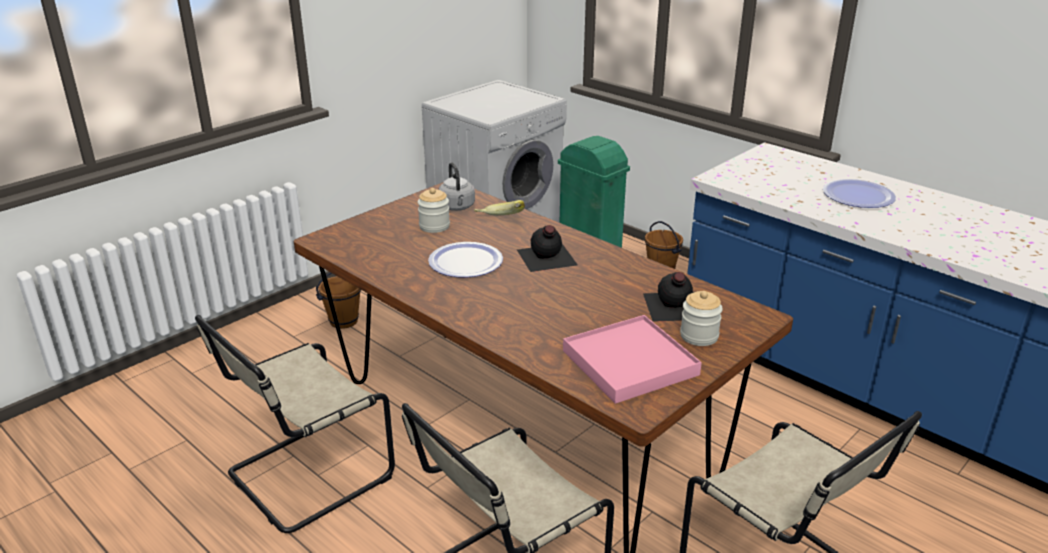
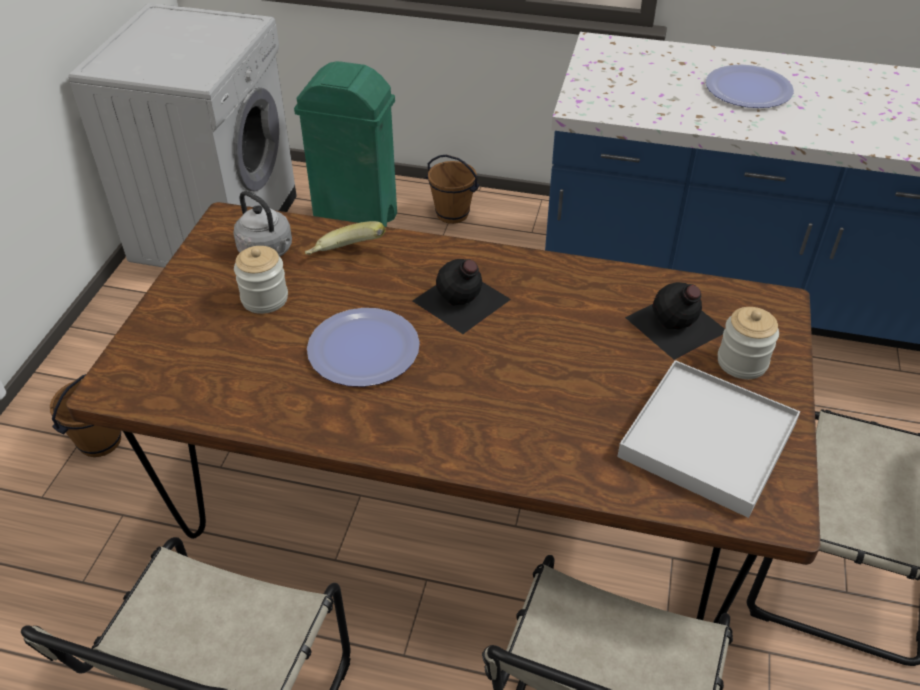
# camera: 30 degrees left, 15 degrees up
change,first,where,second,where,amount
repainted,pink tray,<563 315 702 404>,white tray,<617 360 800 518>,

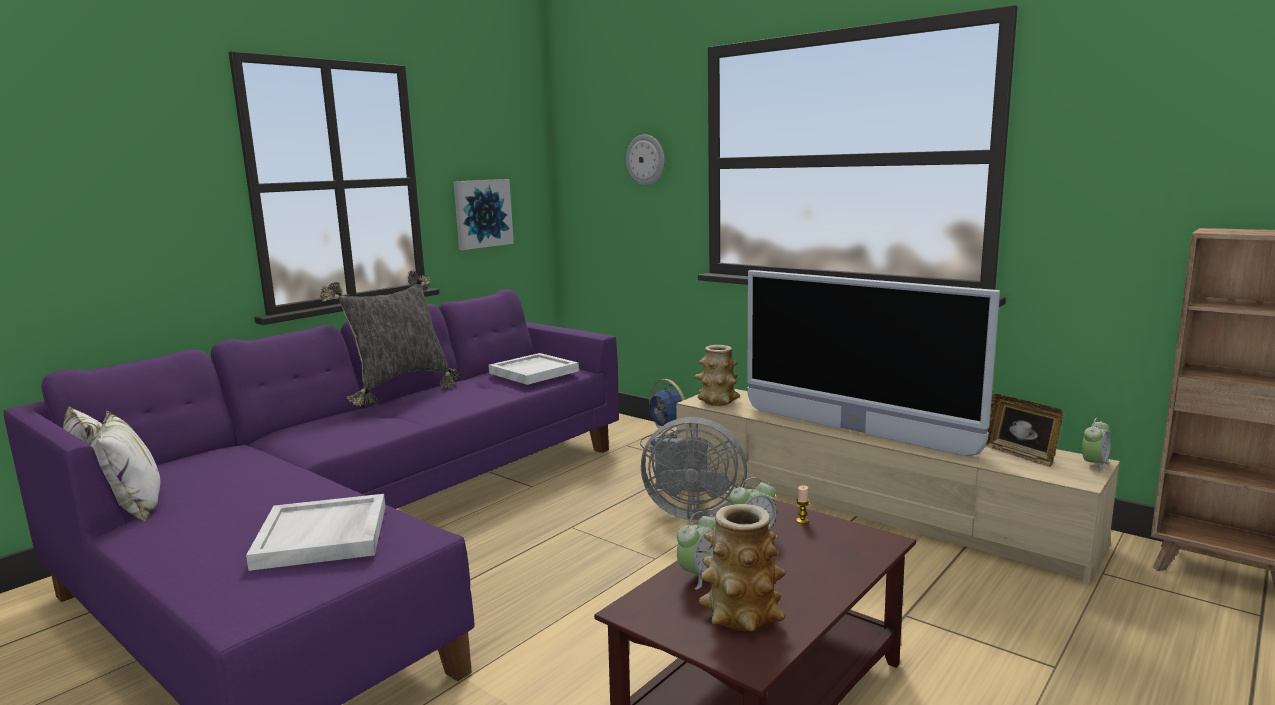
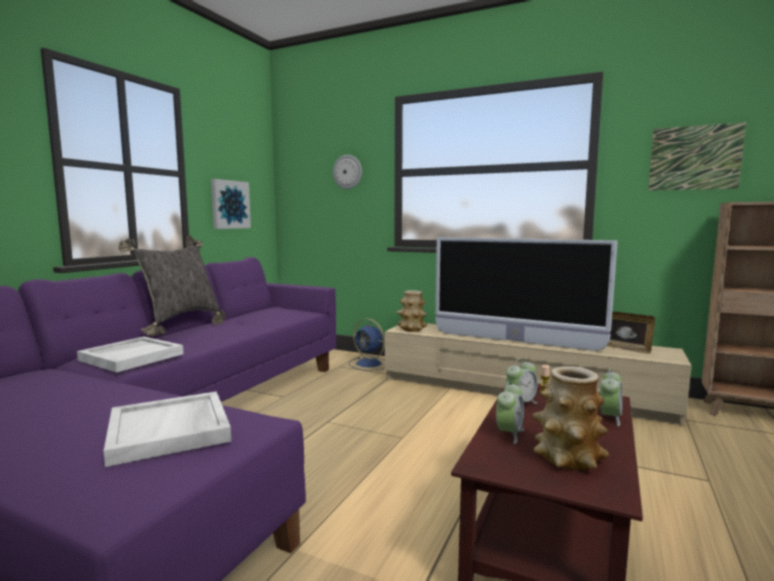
# camera: 15 degrees left, 5 degrees down
change,first,where,second,where,amount
gone,grey fan,<641 417 747 520>,,,
new,,,picture,<648 122 746 191>,
shifted,white tray,<489 353 579 385>,,<77 337 183 372>,
shifted,alarm clock,<1082 418 1111 472>,,<600 368 622 426>,

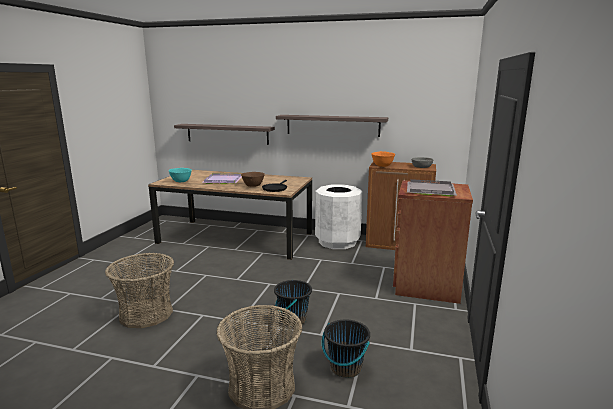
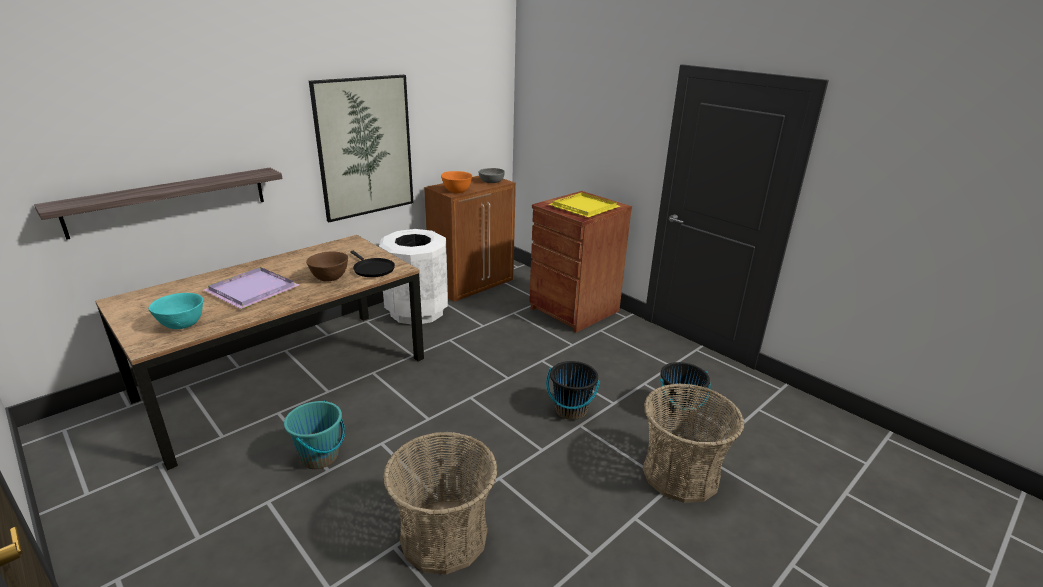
# camera: 60 degrees left, 10 degrees up
change,first,where,second,where,amount
new,,,turquoise bucket,<284 400 345 469>,
swapped,shelf,<276 115 388 137>,picture,<309 75 414 222>,
repainted,grey tray,<407 179 457 197>,yellow tray,<549 192 620 217>,

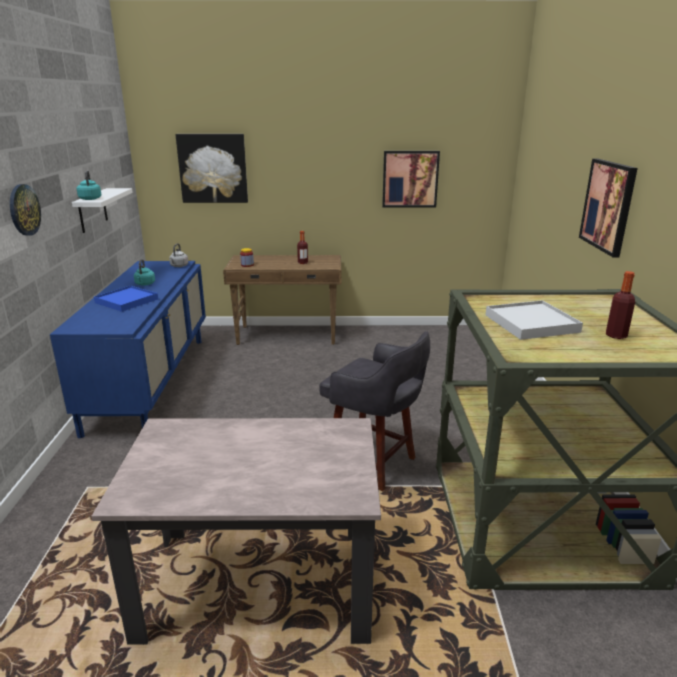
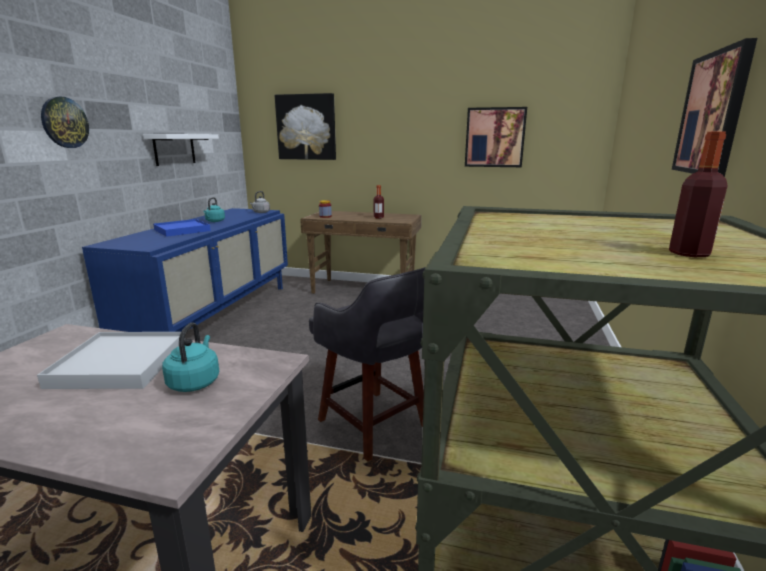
# camera: 15 degrees right, 5 degrees down
change,first,where,second,where,amount
shifted,turquoise kettle,<77 171 102 200>,,<162 323 219 392>,
shifted,white tray,<486 300 583 340>,,<37 332 181 389>,

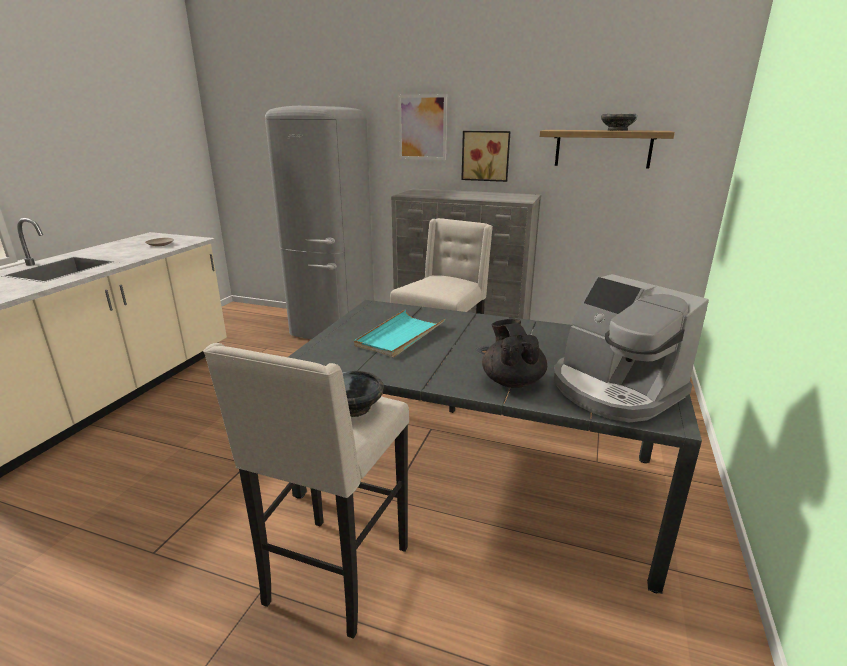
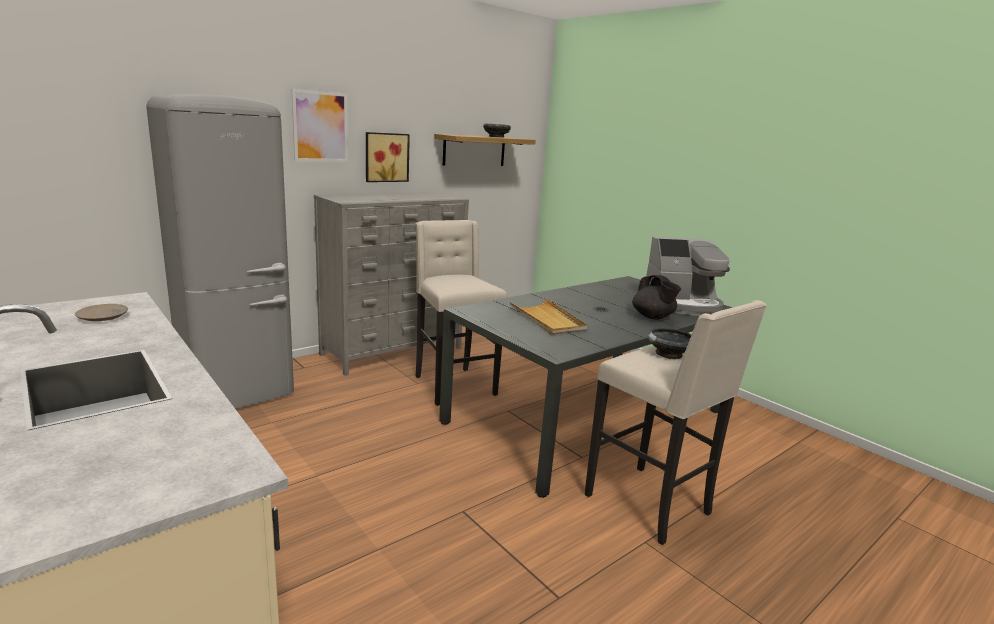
# camera: 60 degrees left, 5 degrees down
change,first,where,second,where,amount
repainted,turquoise tray,<354 310 445 357>,beige tray,<510 299 587 335>,
rotated,black teapot,<482 319 547 388>,,<632 275 681 320>,135 degrees counterclockwise

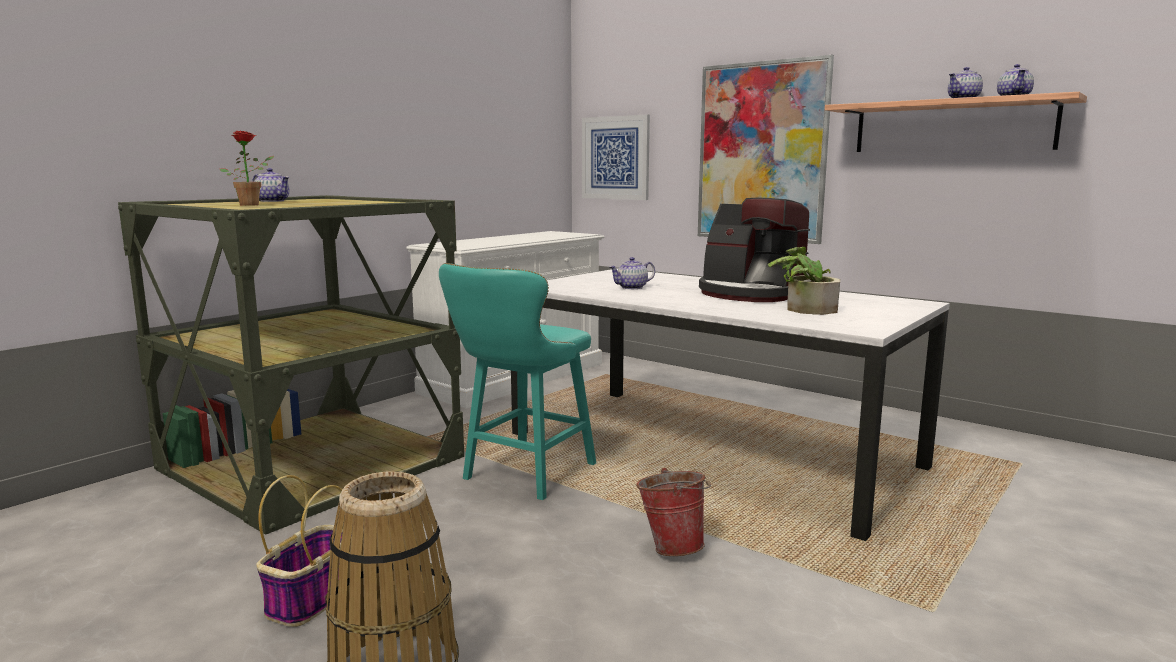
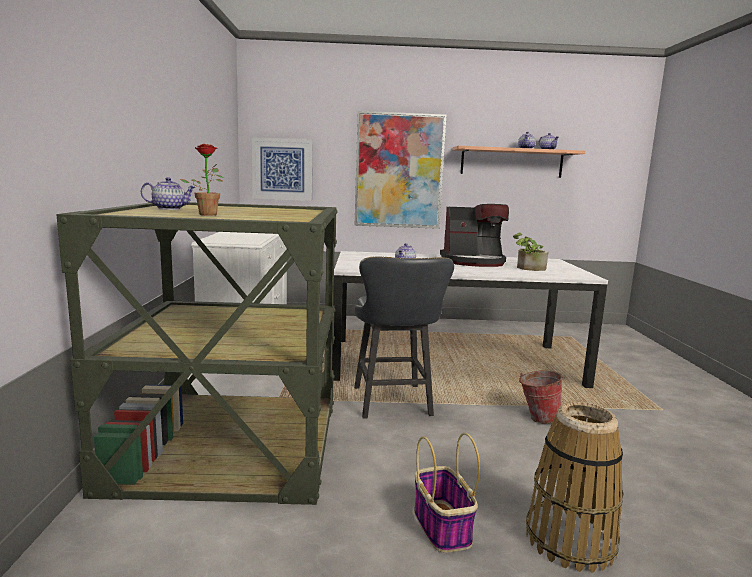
# camera: 40 degrees left, 0 degrees up
change,first,where,second,where,amount
repainted,turquoise stool,<439 263 596 500>,grey stool,<354 257 454 419>,

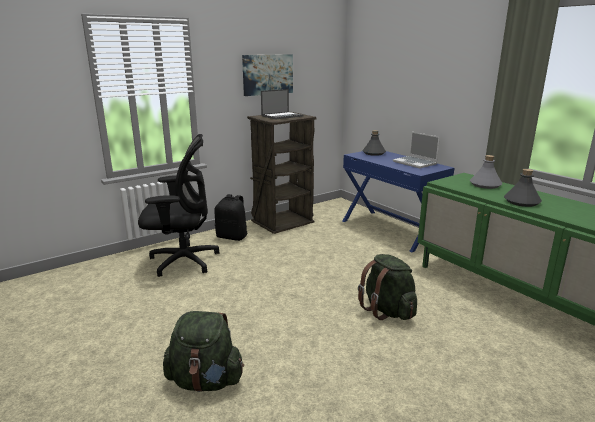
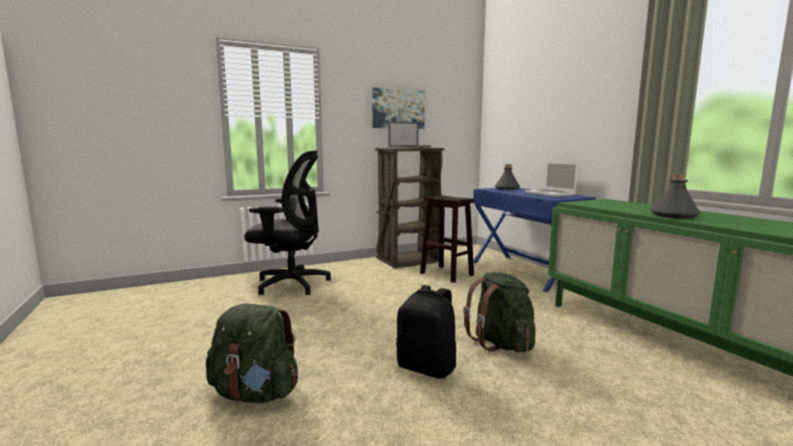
# camera: 10 degrees right, 10 degrees down
change,first,where,second,where,amount
gone,grey bottle,<470 155 502 189>,,,
new,,,brown stool,<420 195 474 283>,
shifted,black backpack,<214 194 247 241>,,<396 285 456 379>,

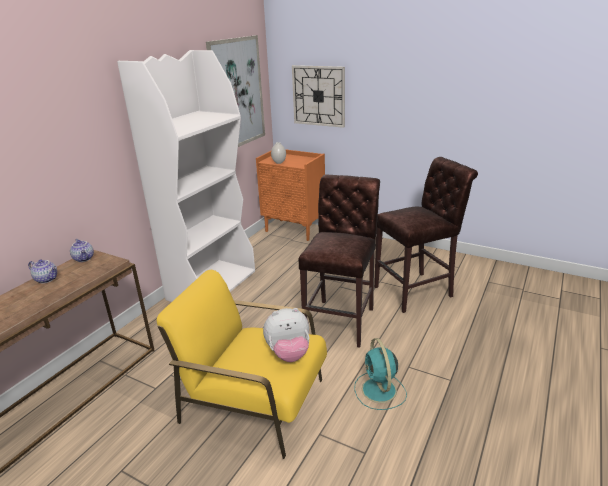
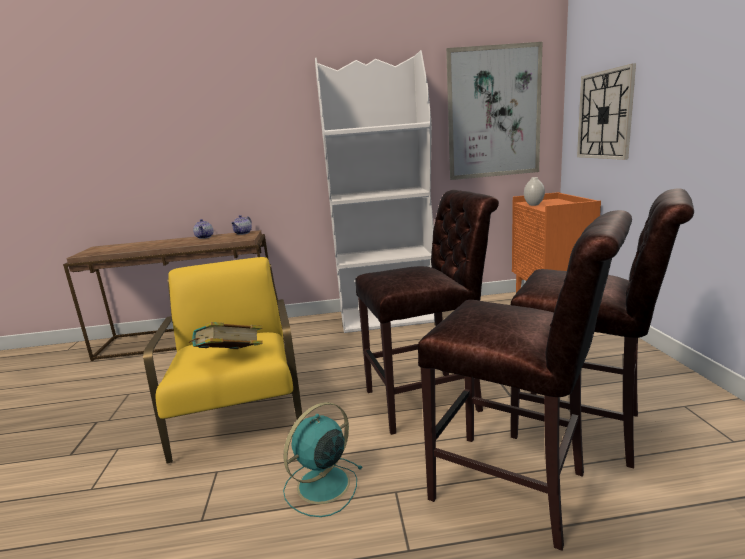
# camera: 55 degrees right, 10 degrees down
change,first,where,second,where,amount
new,,,brown stool,<418 210 632 551>,
swapped,plush toy,<263 308 310 362>,book,<189 322 263 349>,

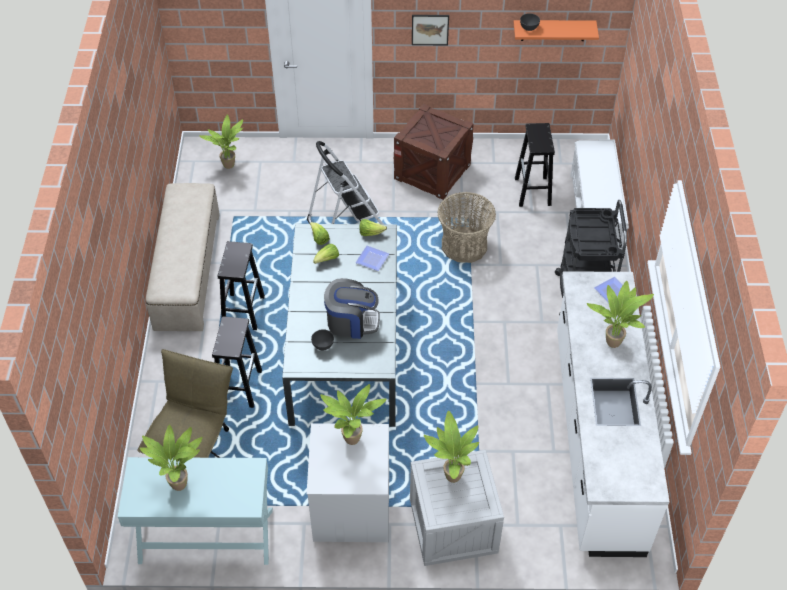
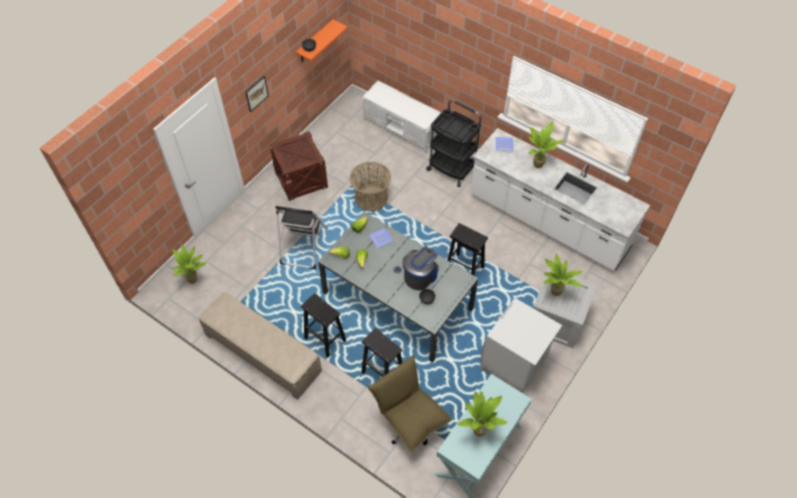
# camera: 55 degrees left, 5 degrees up
change,first,where,second,where,amount
gone,potted plant,<320 384 386 445>,,,
shifted,black stool,<515 123 555 207>,,<448 223 488 276>,

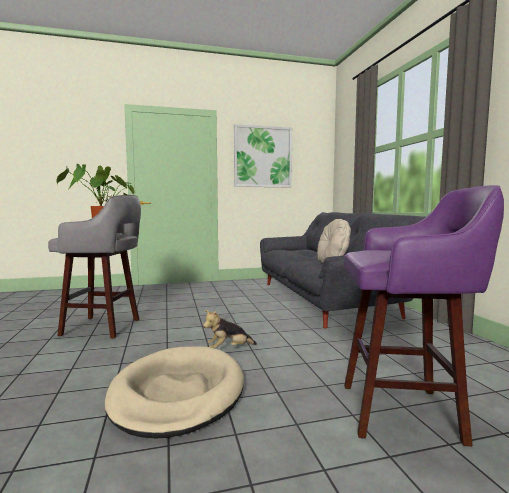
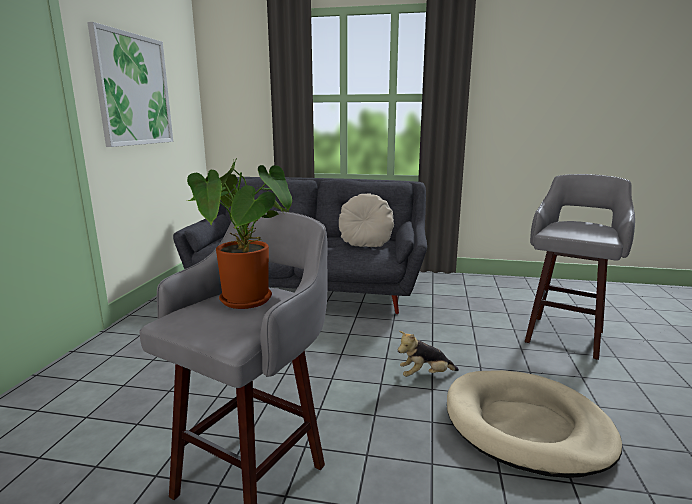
# camera: 65 degrees left, 10 degrees up
change,first,where,second,where,amount
repainted,purple stool,<344 185 504 446>,grey stool,<525 174 635 360>,
rotated,plush toy,<203 310 257 348>,,<398 331 459 377>,75 degrees clockwise

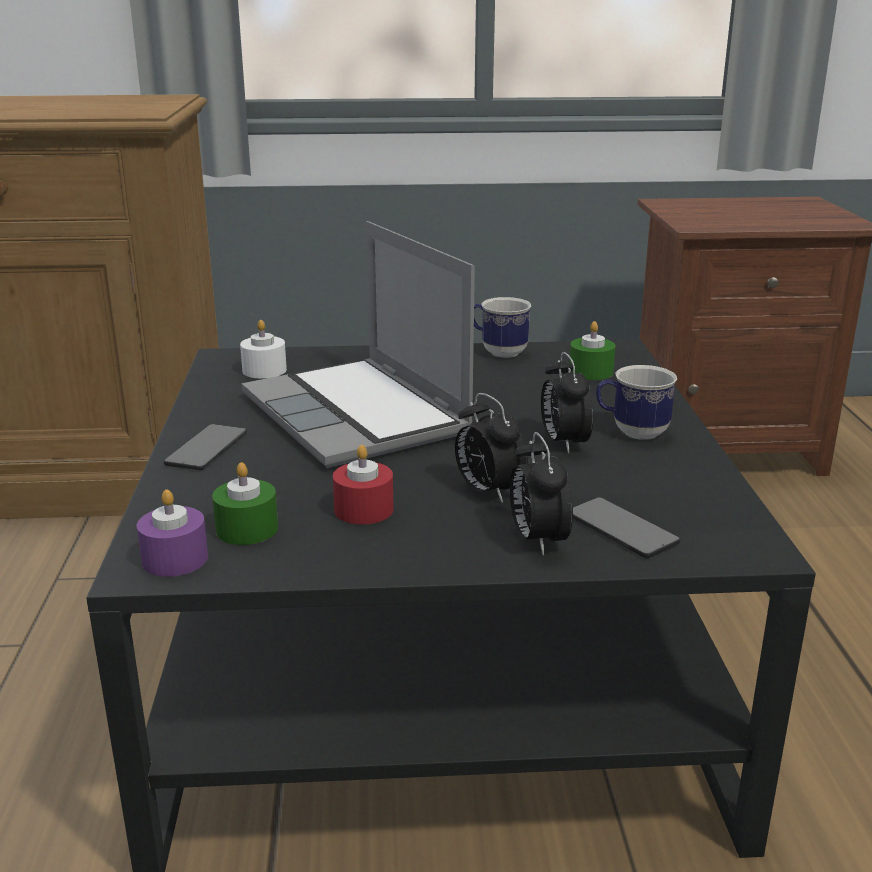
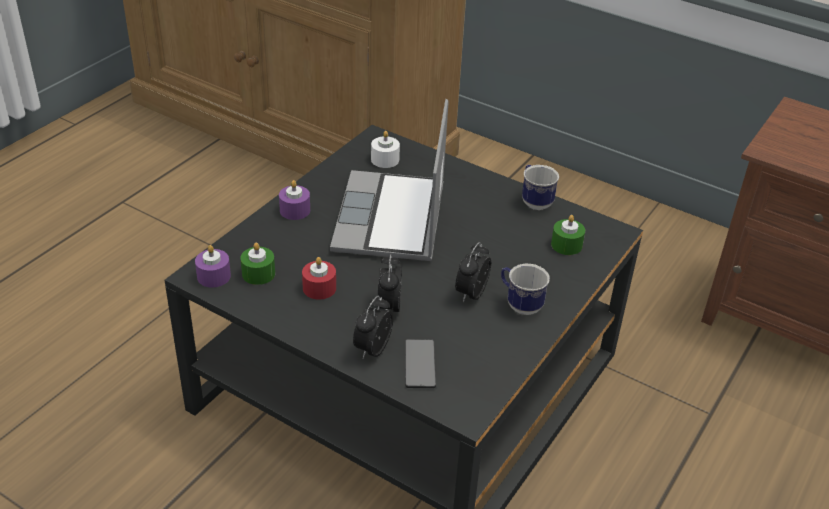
# camera: 35 degrees right, 15 degrees up
change,first,where,second,where,amount
swapped,phone,<164 424 247 470>,purple candle,<279 180 310 220>,

